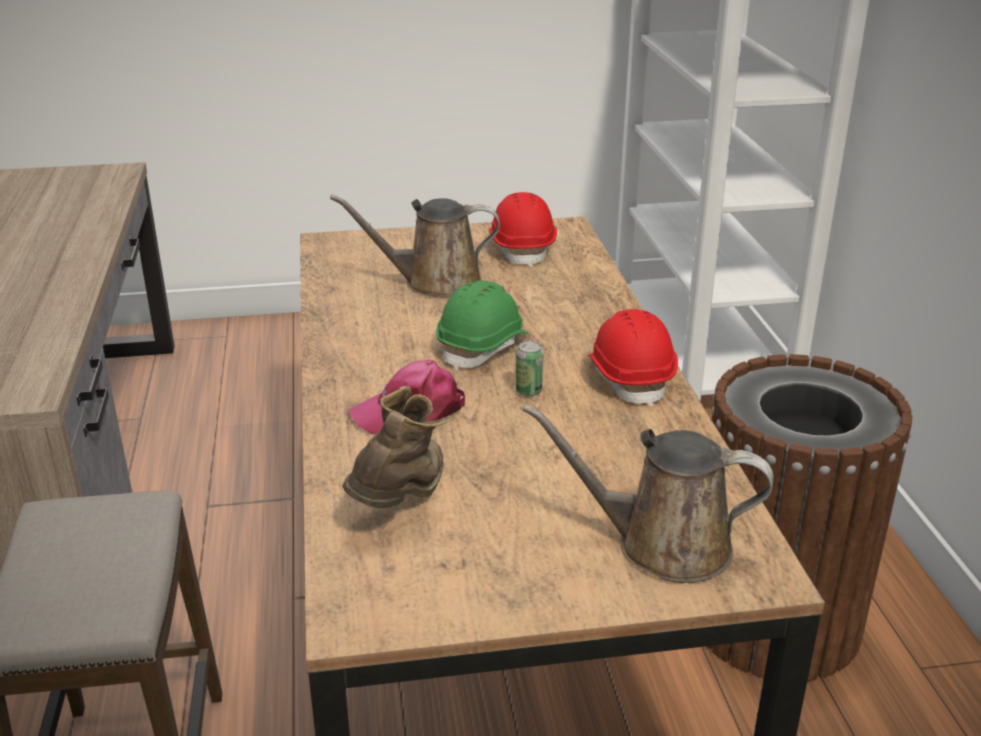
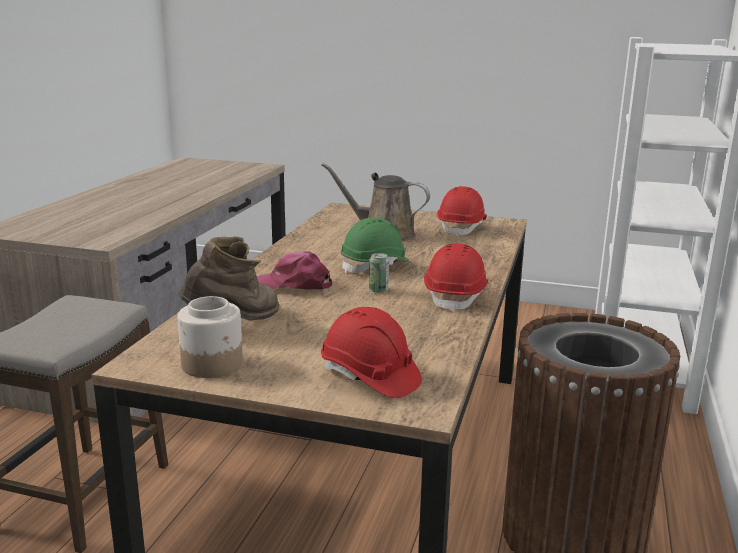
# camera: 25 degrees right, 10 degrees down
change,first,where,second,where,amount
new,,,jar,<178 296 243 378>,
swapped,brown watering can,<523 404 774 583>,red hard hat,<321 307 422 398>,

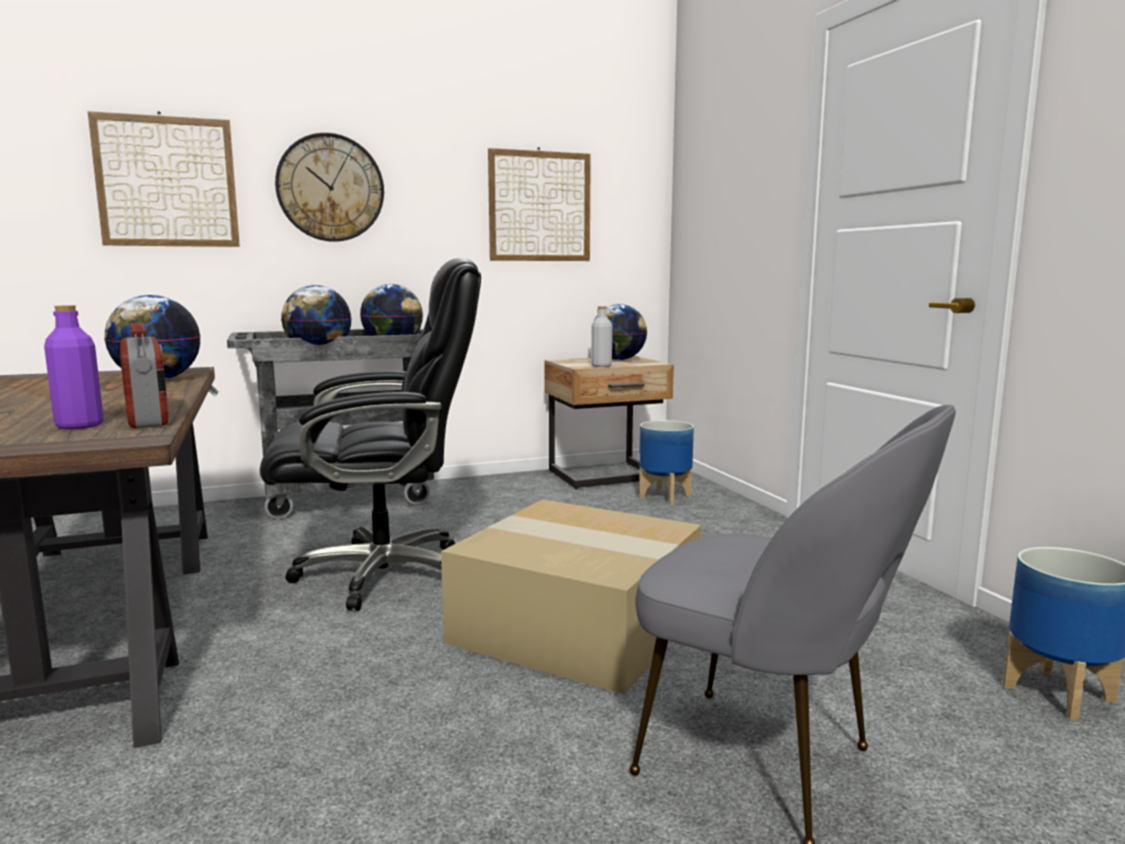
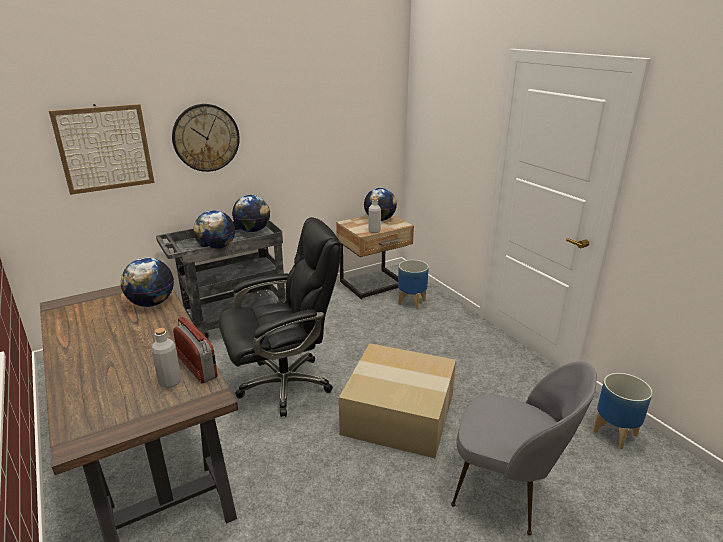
# camera: 10 degrees left, 15 degrees up
change,first,where,second,where,amount
gone,picture,<488 147 591 261>,,,
repainted,purple bottle,<44 305 104 429>,grey bottle,<152 328 181 388>,

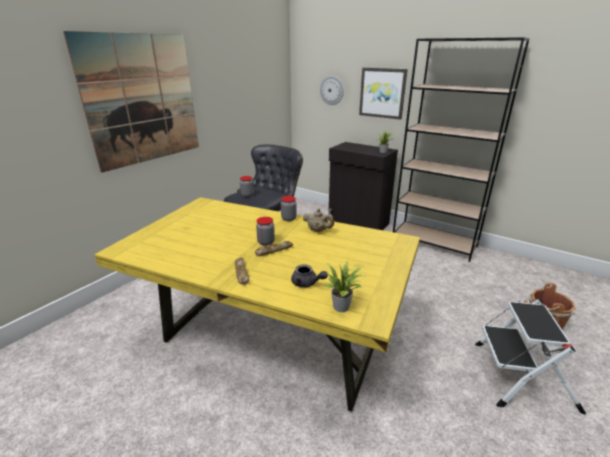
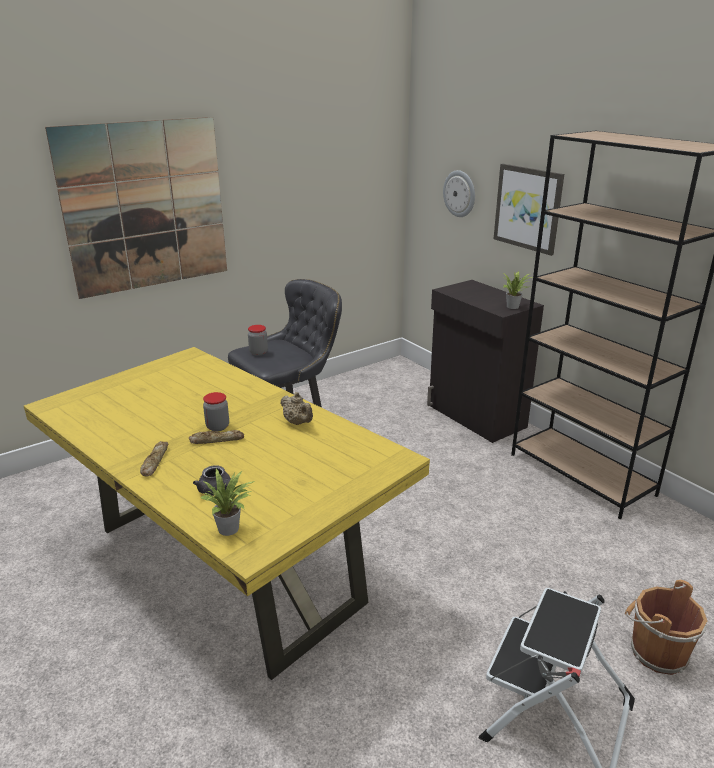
# camera: 20 degrees right, 0 degrees up
change,first,where,second,where,amount
gone,jar,<281 196 297 221>,,,

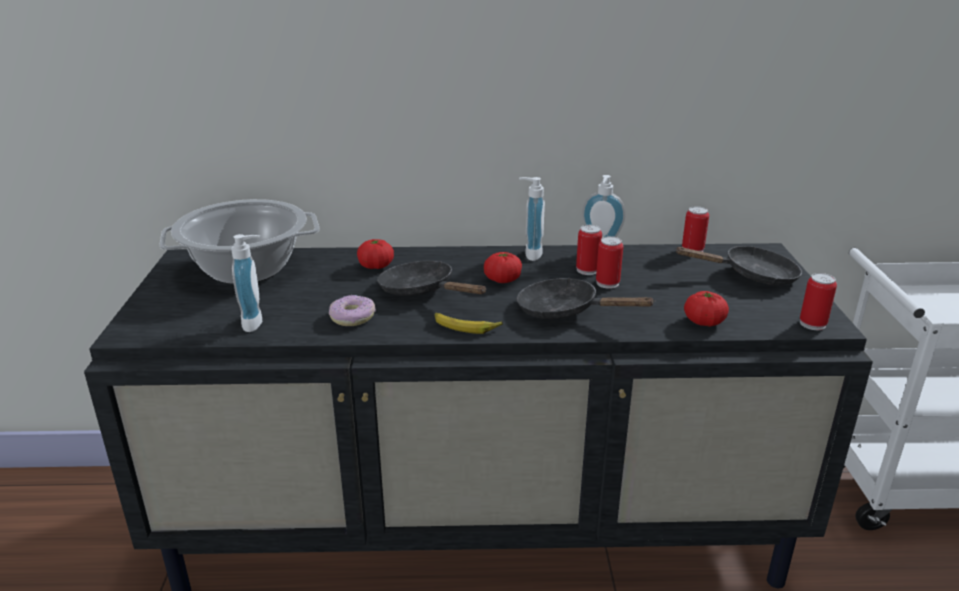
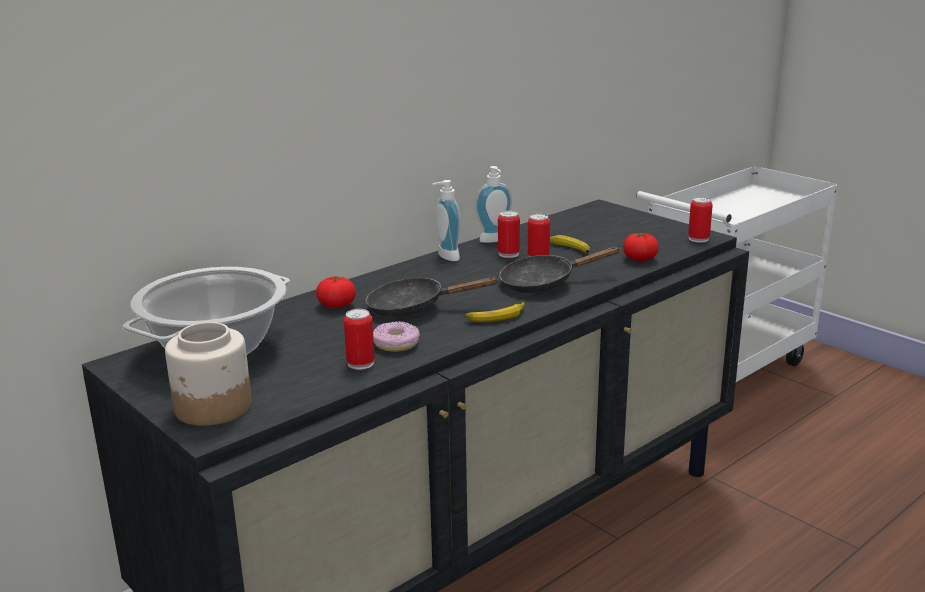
# camera: 40 degrees left, 5 degrees down
change,first,where,second,where,amount
gone,soap dispenser,<231 234 262 332>,,,
gone,tomato,<484 252 522 283>,,,
gone,black frying pan,<675 246 802 285>,,,
new,,,jar,<165 322 252 426>,
new,,,banana,<550 235 590 254>,
shifted,can,<682 206 709 252>,,<344 309 375 370>,

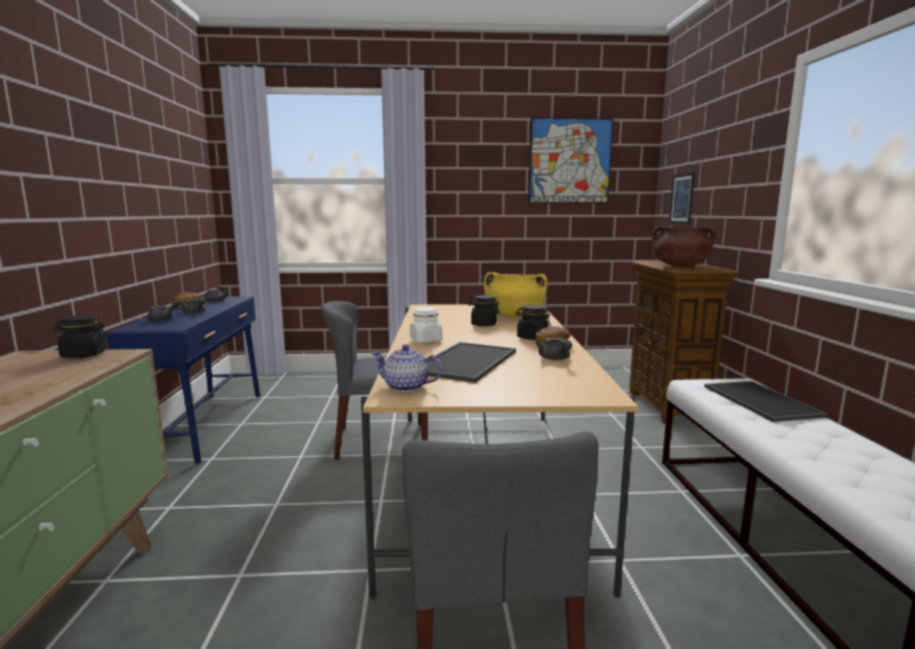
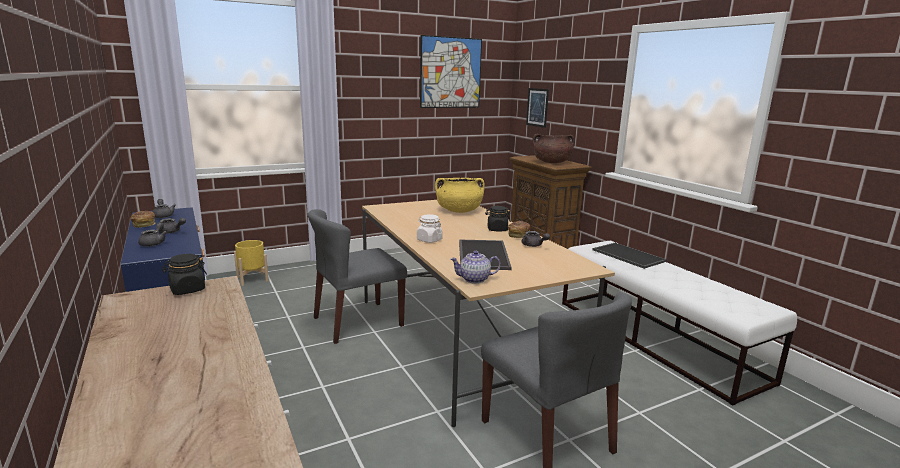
# camera: 25 degrees left, 5 degrees up
change,first,where,second,where,amount
gone,black jar,<468 295 500 326>,,,
new,,,yellow planter,<234 240 269 286>,

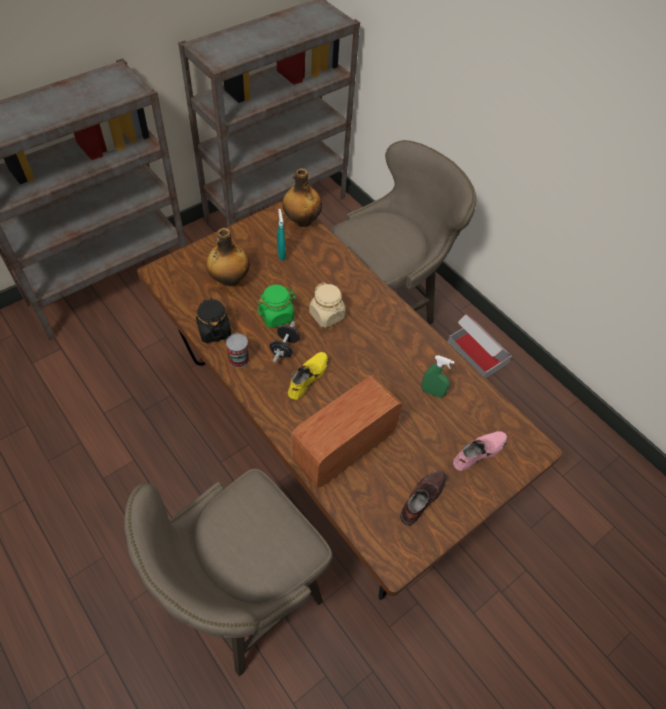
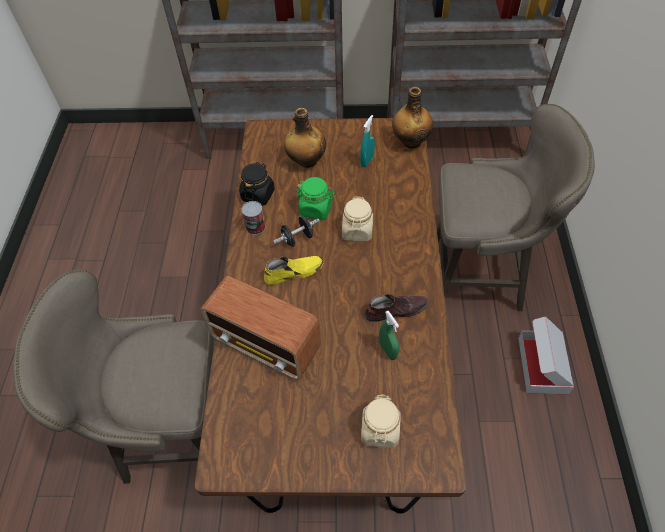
# camera: 45 degrees right, 0 degrees up
change,first,where,second,where,amount
shifted,brown shoe,<400 470 447 526>,,<365 294 429 322>,
swapped,pink shoe,<453 431 508 471>,beige jar,<361 394 400 448>,
rotated,radio,<291 376 402 488>,,<200 276 321 380>,150 degrees counterclockwise

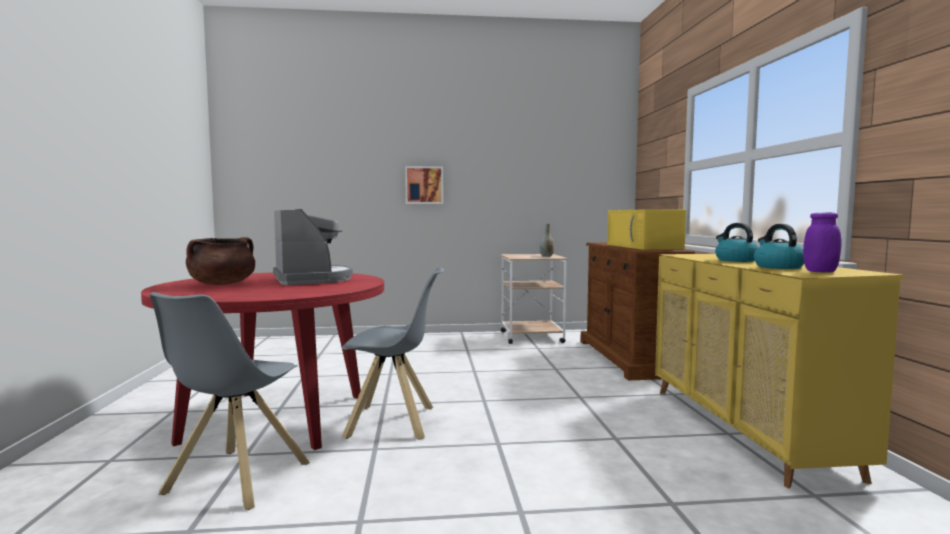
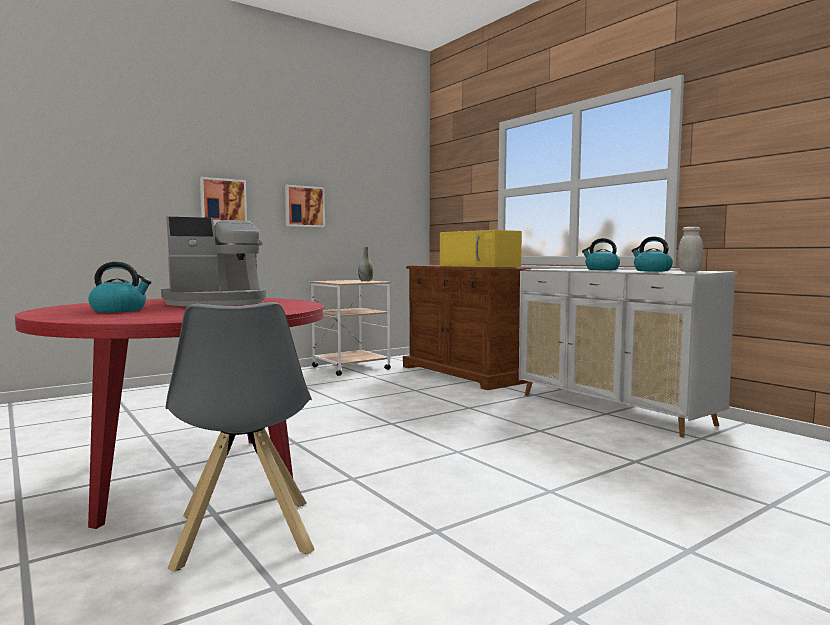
# camera: 30 degrees left, 0 degrees up
change,first,where,second,where,amount
gone,grey chair,<342 267 444 439>,,,
new,,,picture,<285 185 325 227>,
swapped,brown cooking pot,<186 237 255 285>,kettle,<88 262 152 313>,
repainted,yellow cabinet,<655 254 904 489>,white cabinet,<519 269 737 438>,
repainted,purple jar,<803 212 842 272>,white jar,<678 227 703 272>,
rotated,coffee machine,<273 209 353 285>,,<161 217 266 306>,120 degrees clockwise

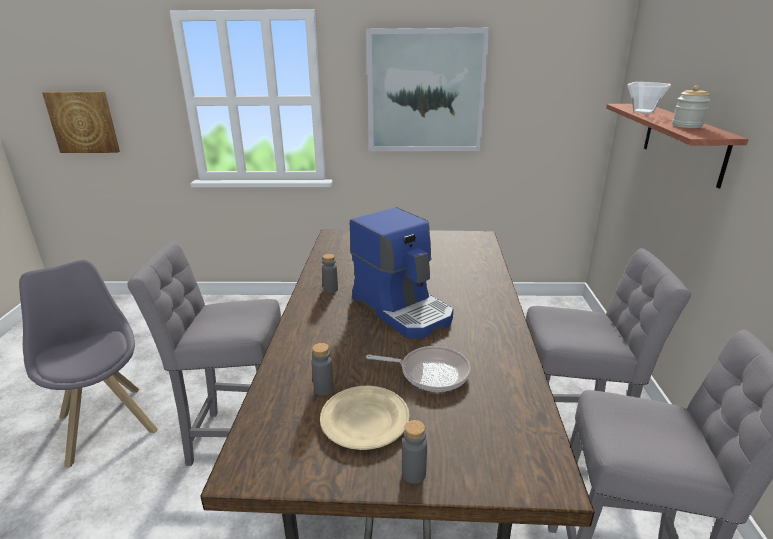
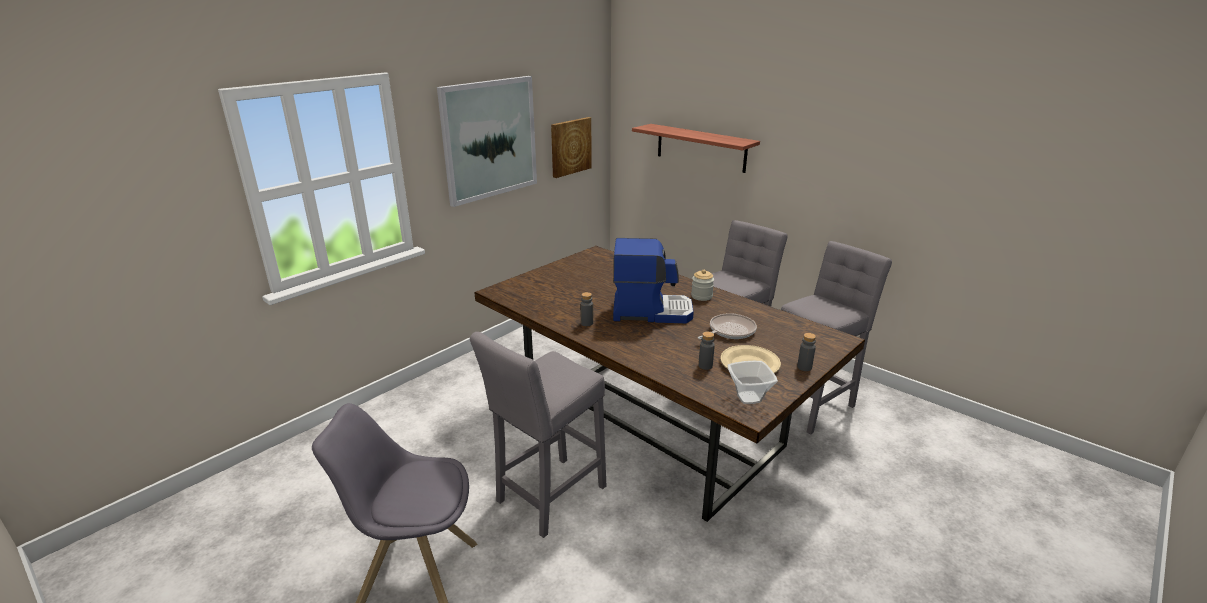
# camera: 50 degrees left, 0 degrees up
change,first,where,second,where,amount
shifted,picture,<42 91 120 153>,,<551 117 592 178>,
shifted,bowl,<628 82 671 114>,,<727 361 778 404>,
shifted,jar,<672 86 710 128>,,<691 270 714 301>,

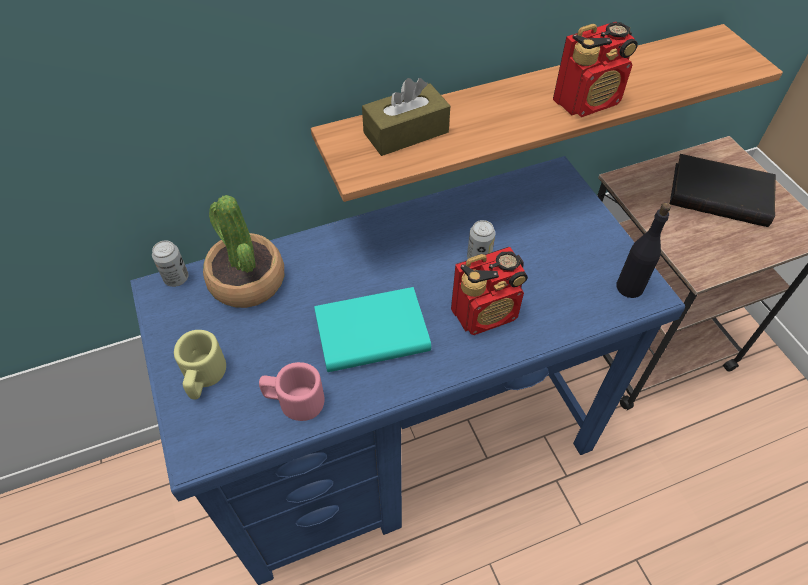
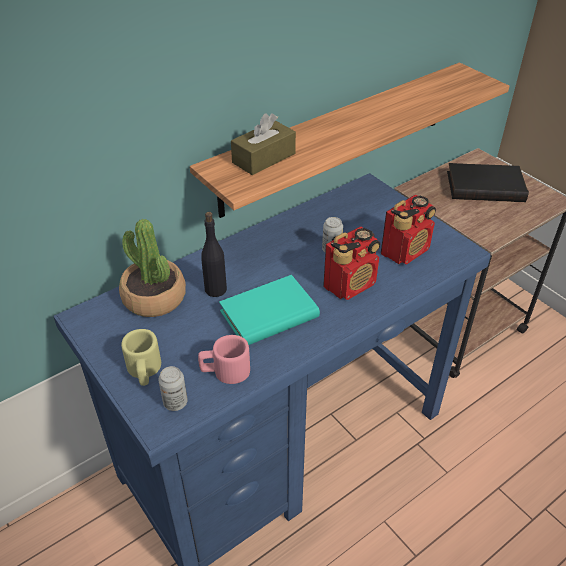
# camera: 15 degrees left, 10 degrees down
change,first,where,second,where,amount
shifted,can,<152 240 189 287>,,<158 366 188 411>,
shifted,radio,<553 22 638 117>,,<381 195 436 265>,
shifted,black bottle,<616 202 671 298>,,<201 212 227 297>,

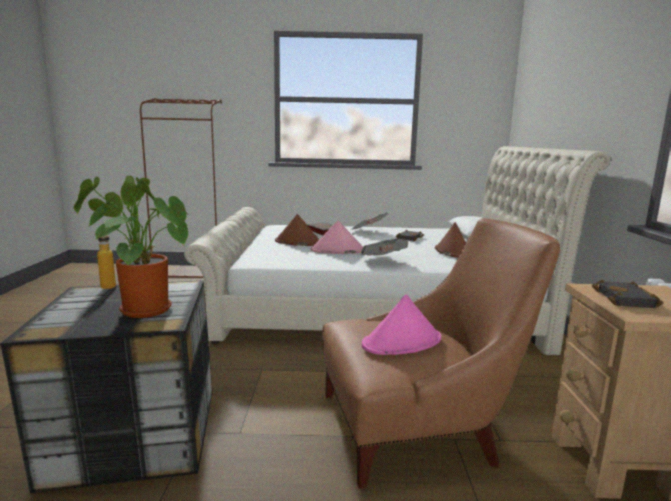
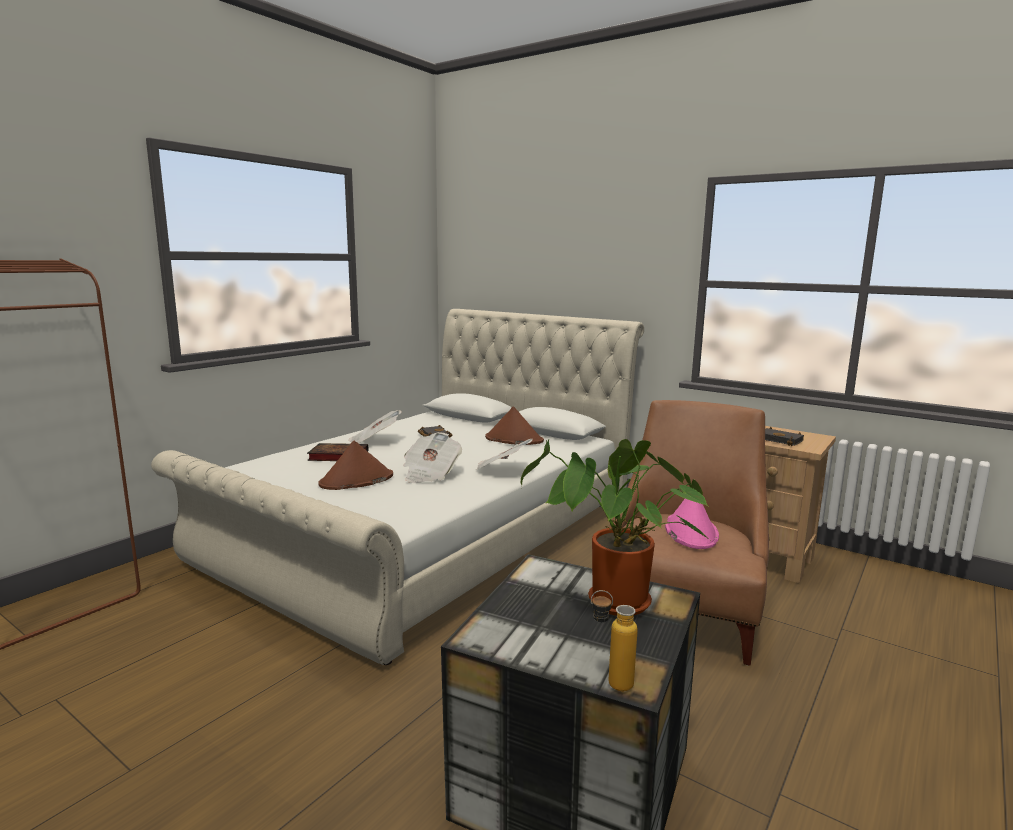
# camera: 55 degrees left, 0 degrees up
change,first,where,second,where,amount
shifted,bottle,<97 235 116 289>,,<591 590 638 691>,
swapped,pink hat,<311 220 363 254>,newspaper,<403 432 462 483>,

